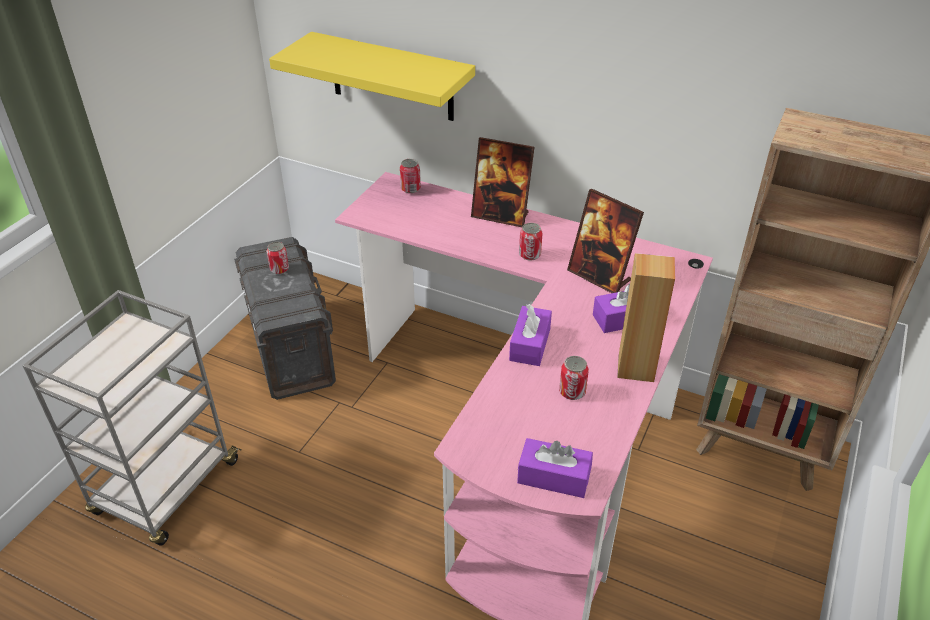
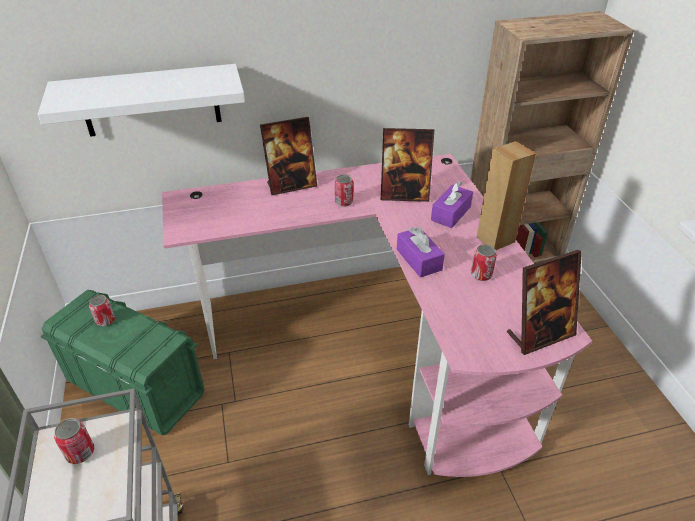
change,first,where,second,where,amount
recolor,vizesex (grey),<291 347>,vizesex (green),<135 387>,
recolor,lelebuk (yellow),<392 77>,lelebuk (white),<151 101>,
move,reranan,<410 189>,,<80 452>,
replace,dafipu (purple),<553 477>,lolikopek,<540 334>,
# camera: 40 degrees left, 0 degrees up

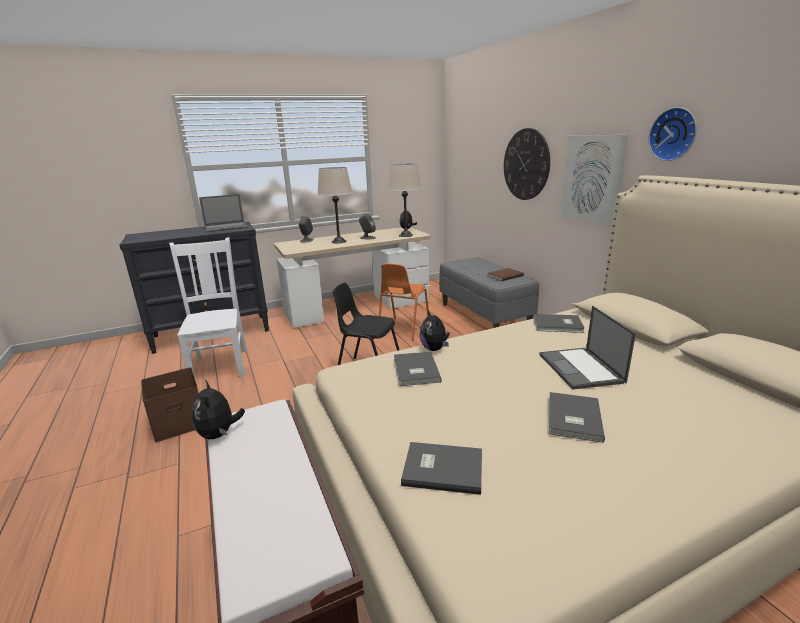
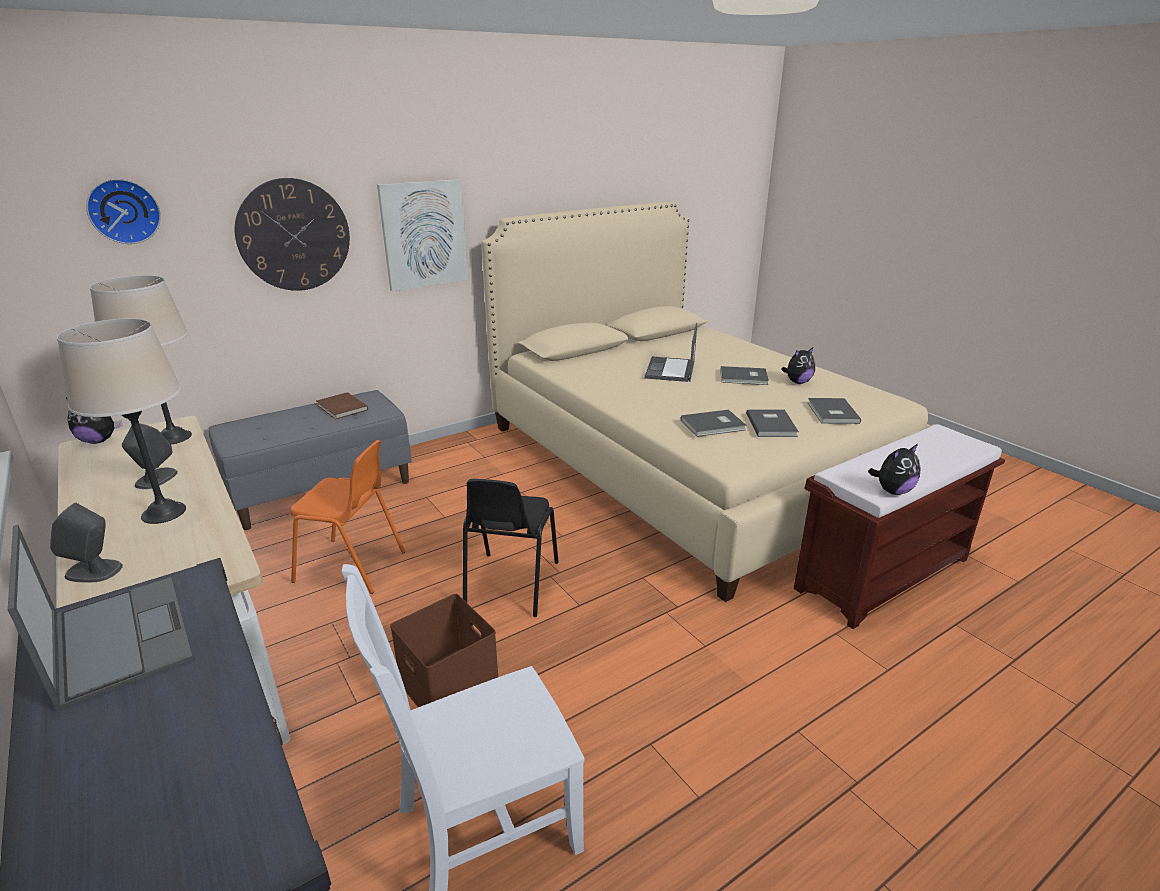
change,first,where,second,where,amount
move,vizesex (brown),<180 421>,,<446 685>,
move,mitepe,<434 349>,,<797 382>,
move,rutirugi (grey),<558 325>,,<772 425>,
rotate,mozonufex,<581 368>,,<670 370>,120 degrees clockwise
move,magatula,<674 134>,,<124 211>,
# camera: 100 degrees left, 5 degrees up

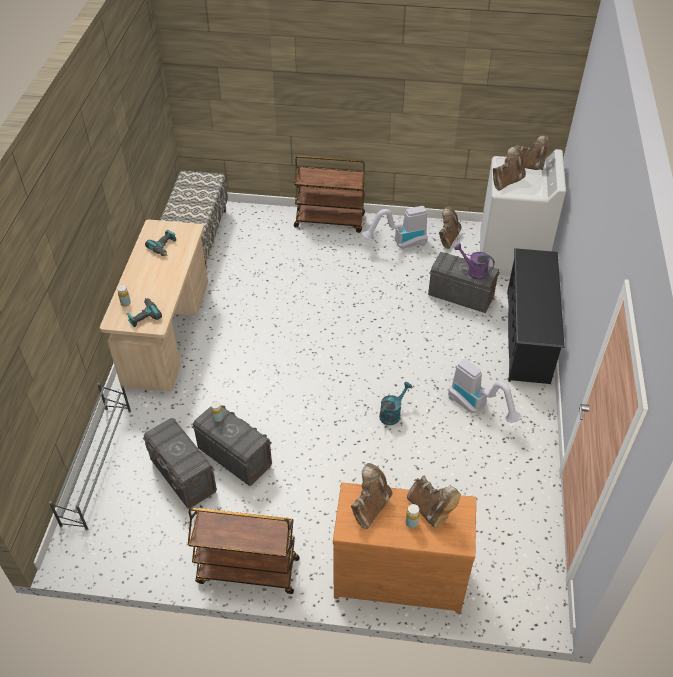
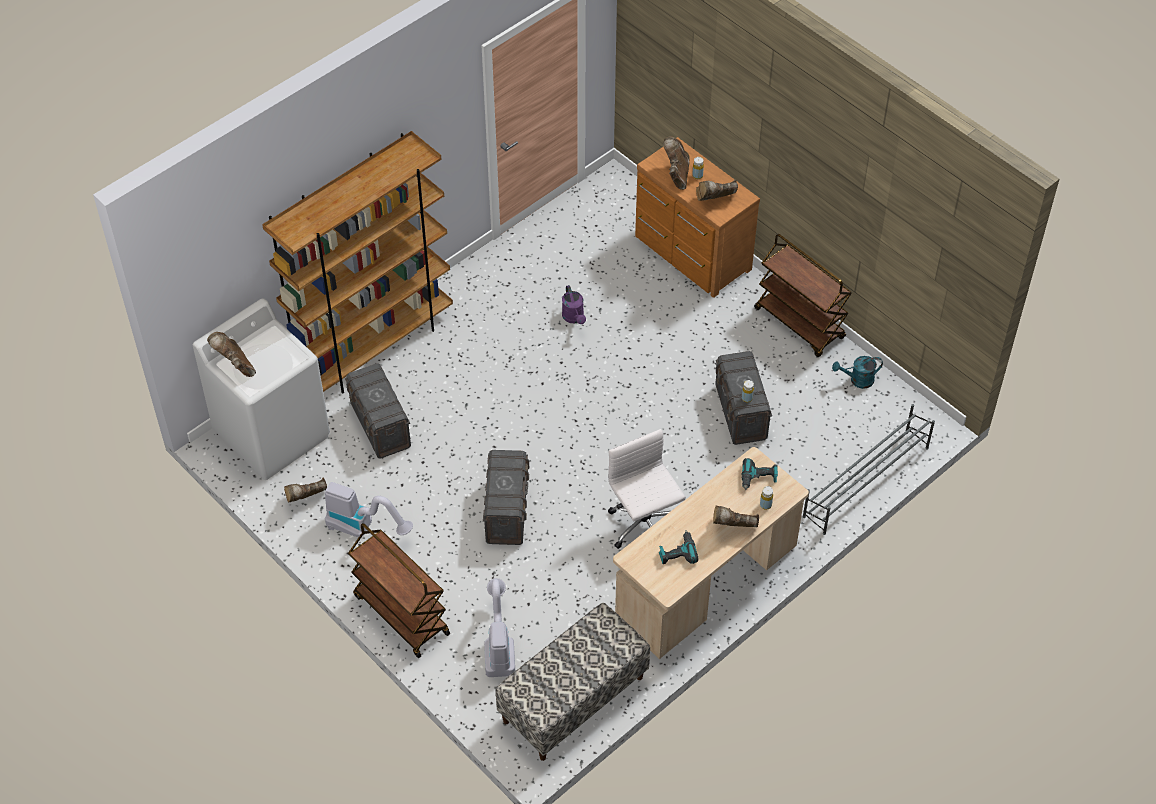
change,first,where,second,where,amount
move,vizesex (grey),<183 476>,,<507 511>,
move,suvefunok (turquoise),<392 413>,,<857 380>,
move,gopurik,<478 408>,,<498 644>,
move,suvefunok (purple),<473 271>,,<574 318>,
move,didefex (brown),<507 181>,,<733 528>,
replace,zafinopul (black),<527 336>,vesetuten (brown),<374 347>,
insert,,,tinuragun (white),<644 525>,
# camera: 140 degrees left, 5 degrees up

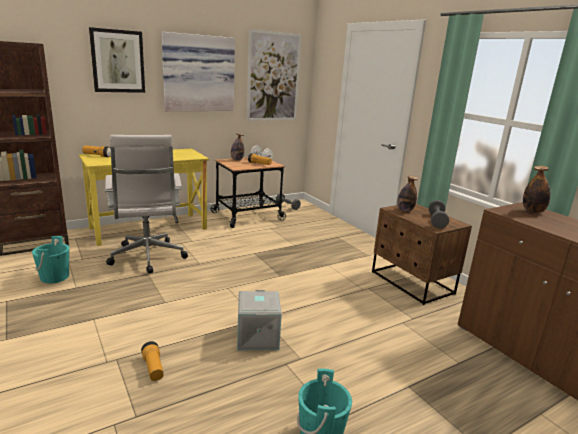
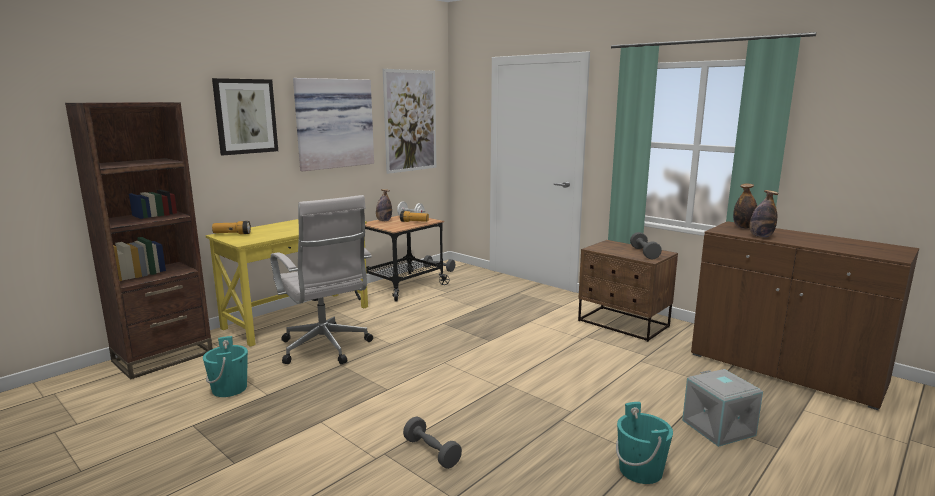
change,first,where,second,where,amount
replace,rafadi,<153 368>,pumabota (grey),<431 452>,
move,vizesex (grey),<256 337>,,<717 428>,
move,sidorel,<404 210>,,<760 236>,
# camera: 15 degrees left, 5 degrees down

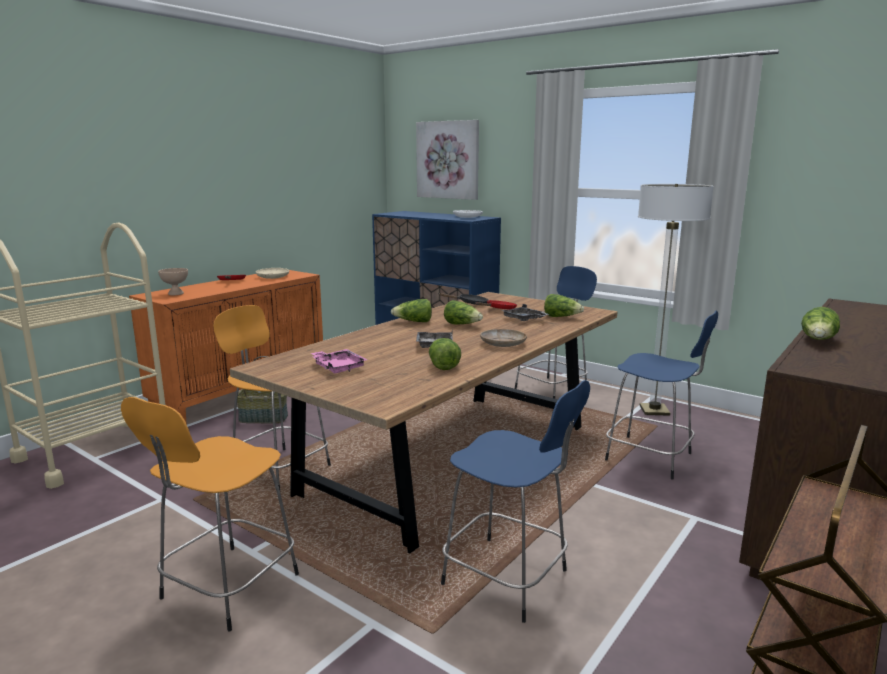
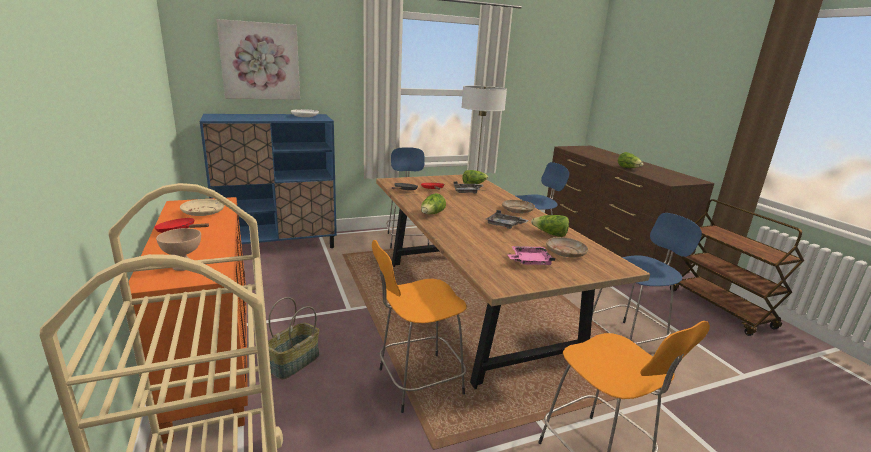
change,first,where,second,where,amount
delete,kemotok,<462 325>,,,
insert,,,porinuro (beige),<565 252>,
# camera: 60 degrees left, 5 degrees up

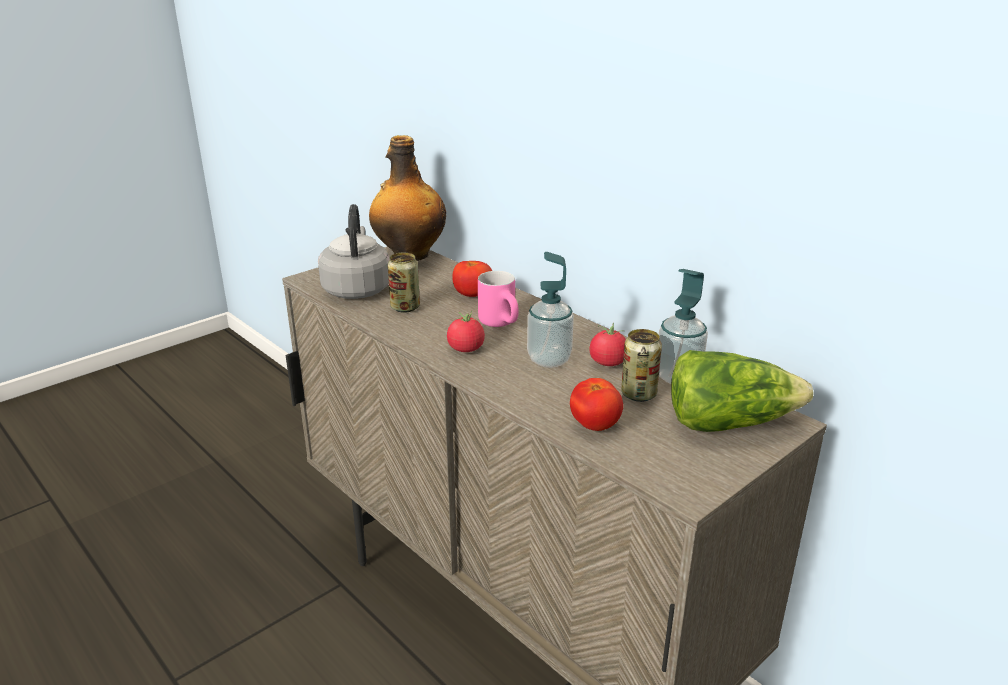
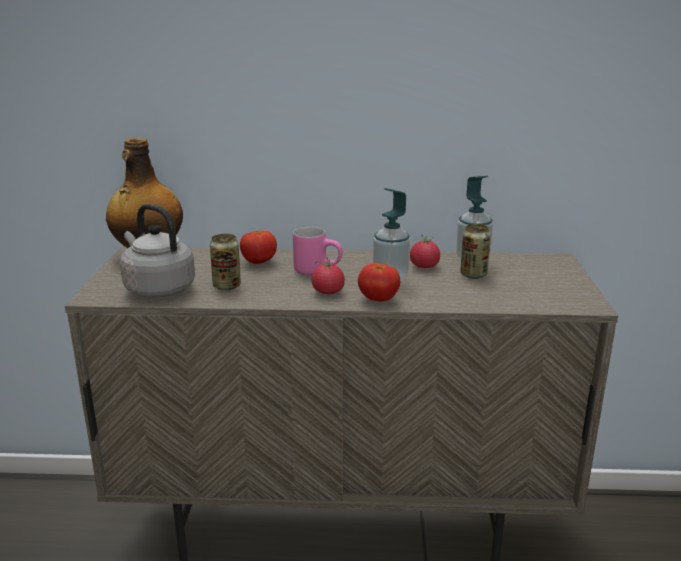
change,first,where,second,where,amount
move,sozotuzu,<595 425>,,<378 299>,
delete,kemotok,<728 422>,,,
# camera: 45 degrees left, 5 degrees down

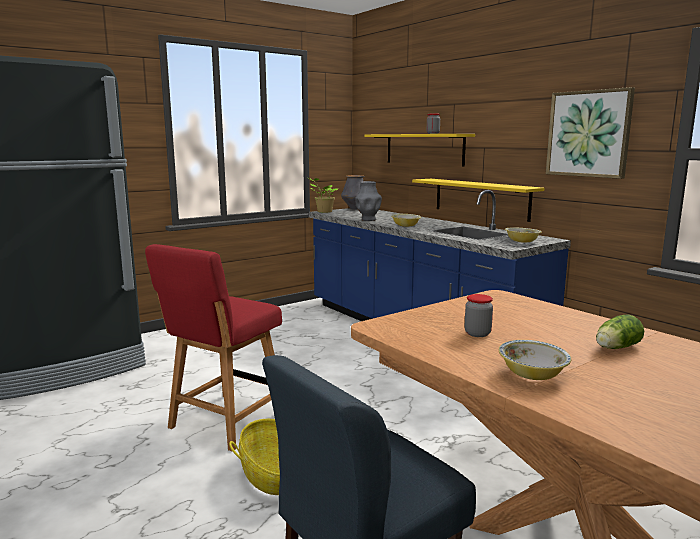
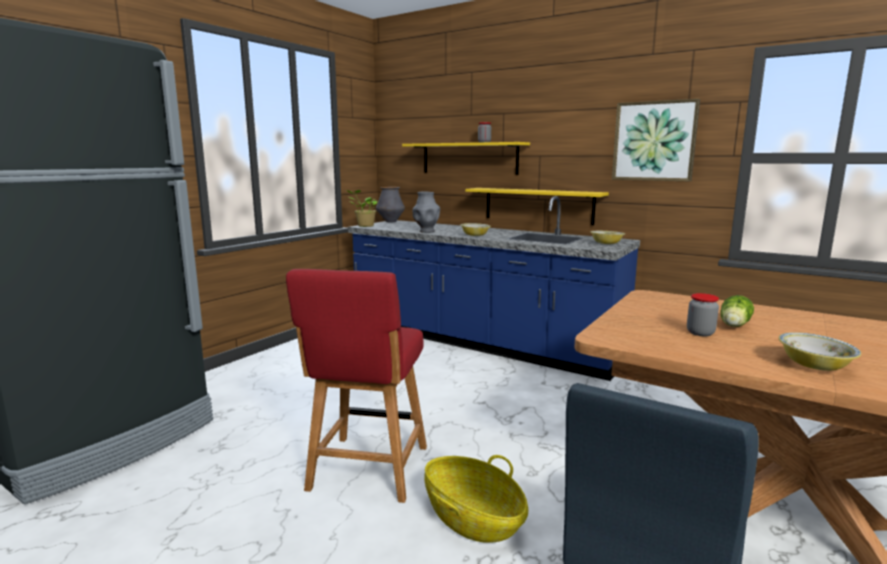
change,first,where,second,where,amount
move,kemotok,<615 348>,,<733 326>,
# camera: 20 degrees left, 0 degrees up

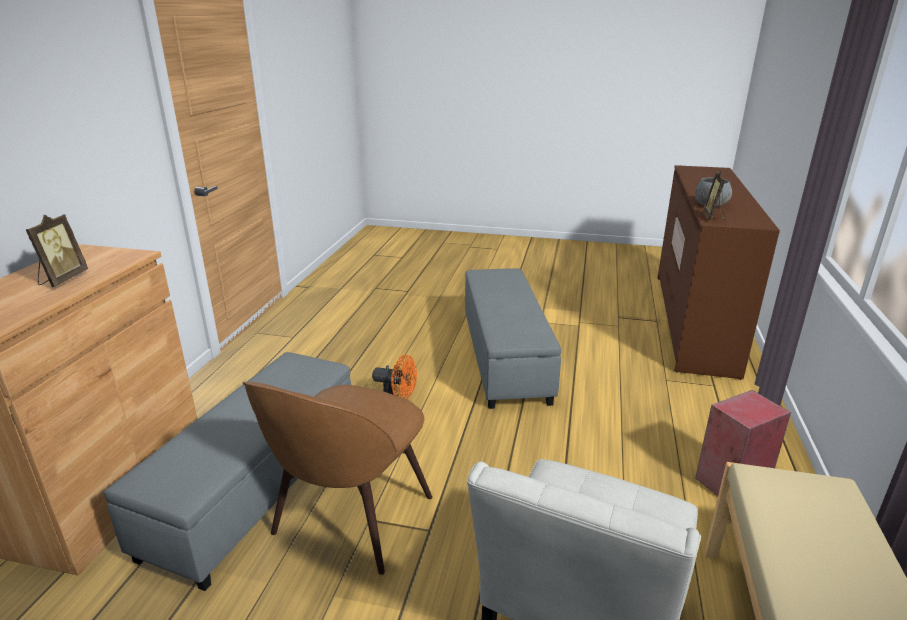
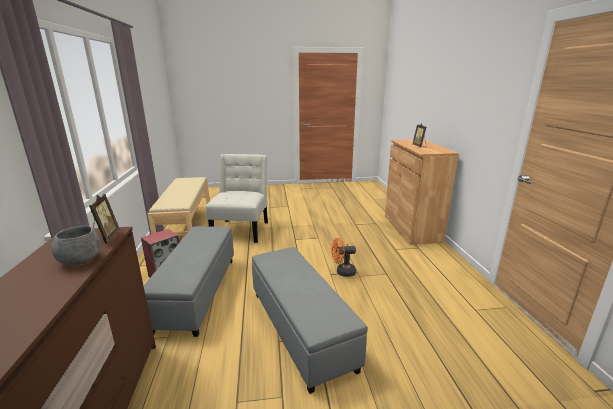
change,first,where,second,where,amount
move,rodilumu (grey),<255 486>,,<198 292>,
delete,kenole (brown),<350 519>,,,
# camera: 160 degrees right, 5 degrees down

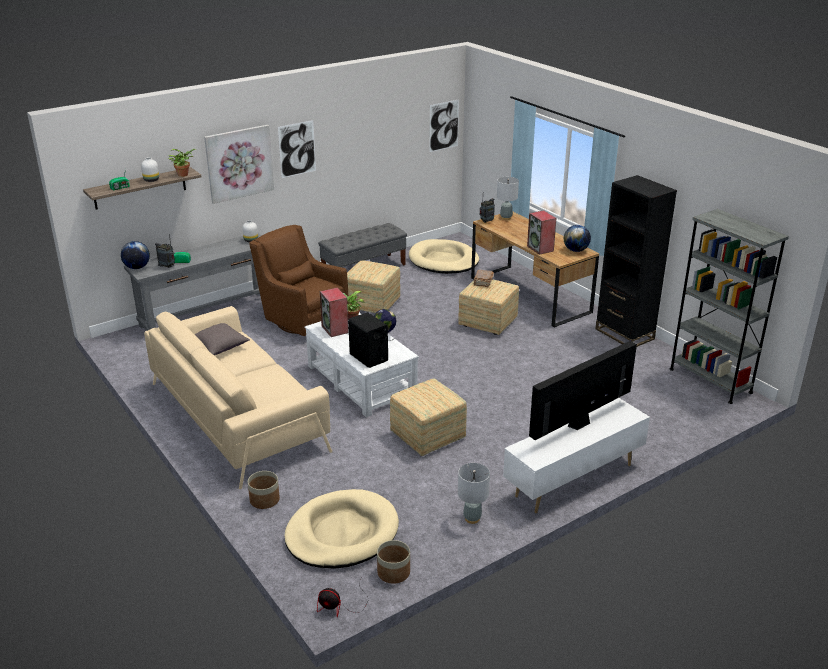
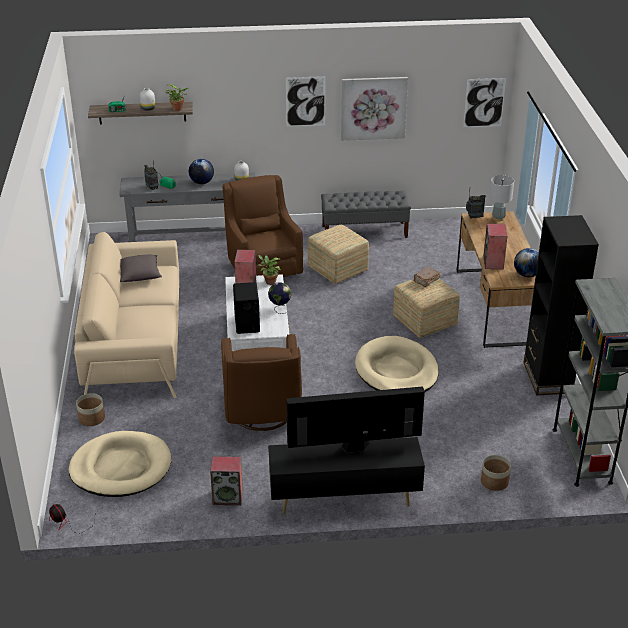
change,first,where,second,where,amount
move,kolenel,<137 267>,,<202 182>,
move,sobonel,<239 163>,,<373 108>,
move,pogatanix,<394 572>,,<494 482>,
replace,rodilumu,<427 436>,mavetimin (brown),<262 413>,
move,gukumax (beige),<443 260>,,<396 370>,
replace,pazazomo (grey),<472 518>,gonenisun,<228 497>,
recolor,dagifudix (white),<573 480>,dagifudix (black),<344 499>,
# camera: 30 degrees right, 5 degrees up

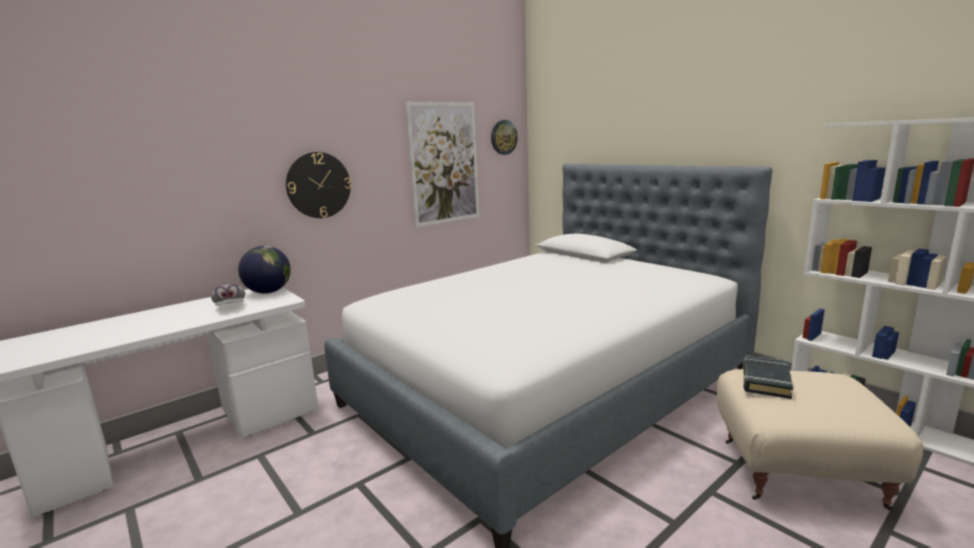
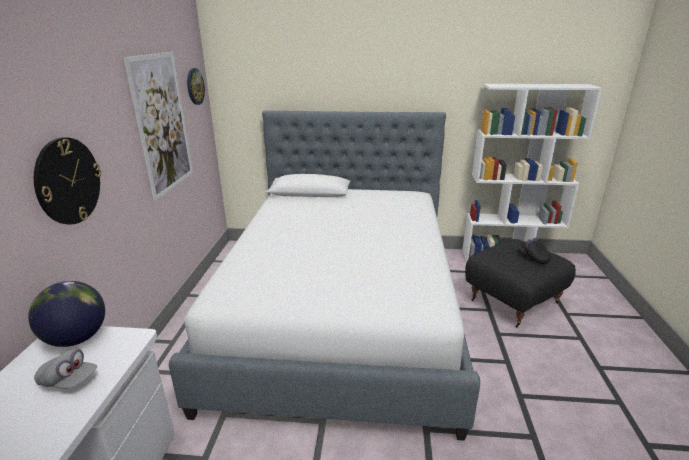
change,first,where,second,where,amount
recolor,rodilumu (beige),<799 472>,rodilumu (black),<514 301>,
delete,rutirugi (black),<765 381>,,,
insert,,,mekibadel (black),<533 257>,
# camera: 45 degrees left, 10 degrees up

